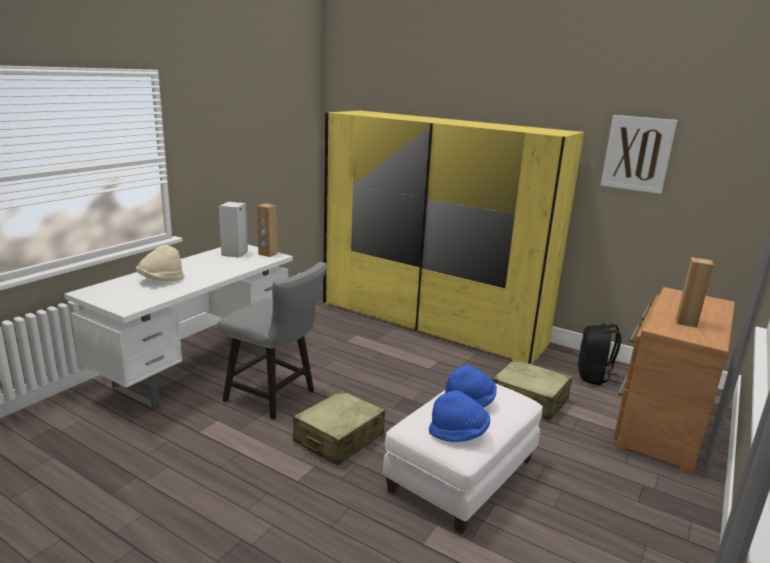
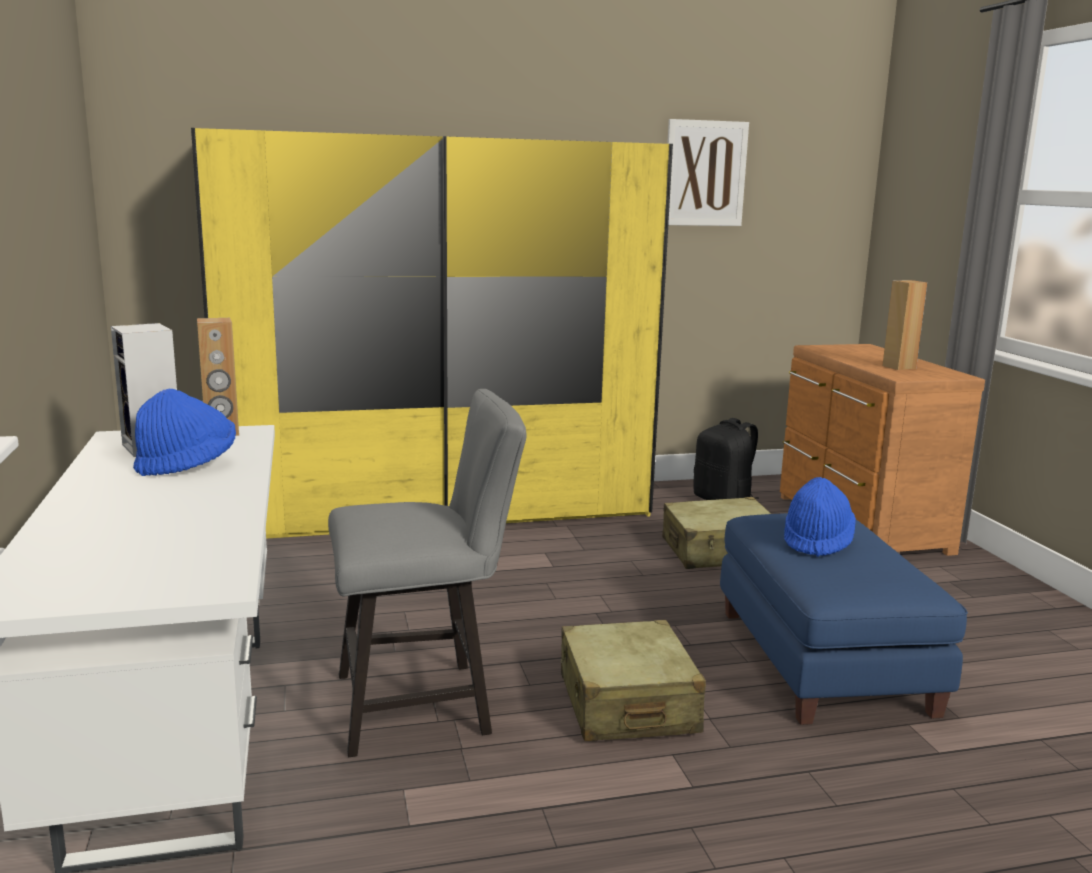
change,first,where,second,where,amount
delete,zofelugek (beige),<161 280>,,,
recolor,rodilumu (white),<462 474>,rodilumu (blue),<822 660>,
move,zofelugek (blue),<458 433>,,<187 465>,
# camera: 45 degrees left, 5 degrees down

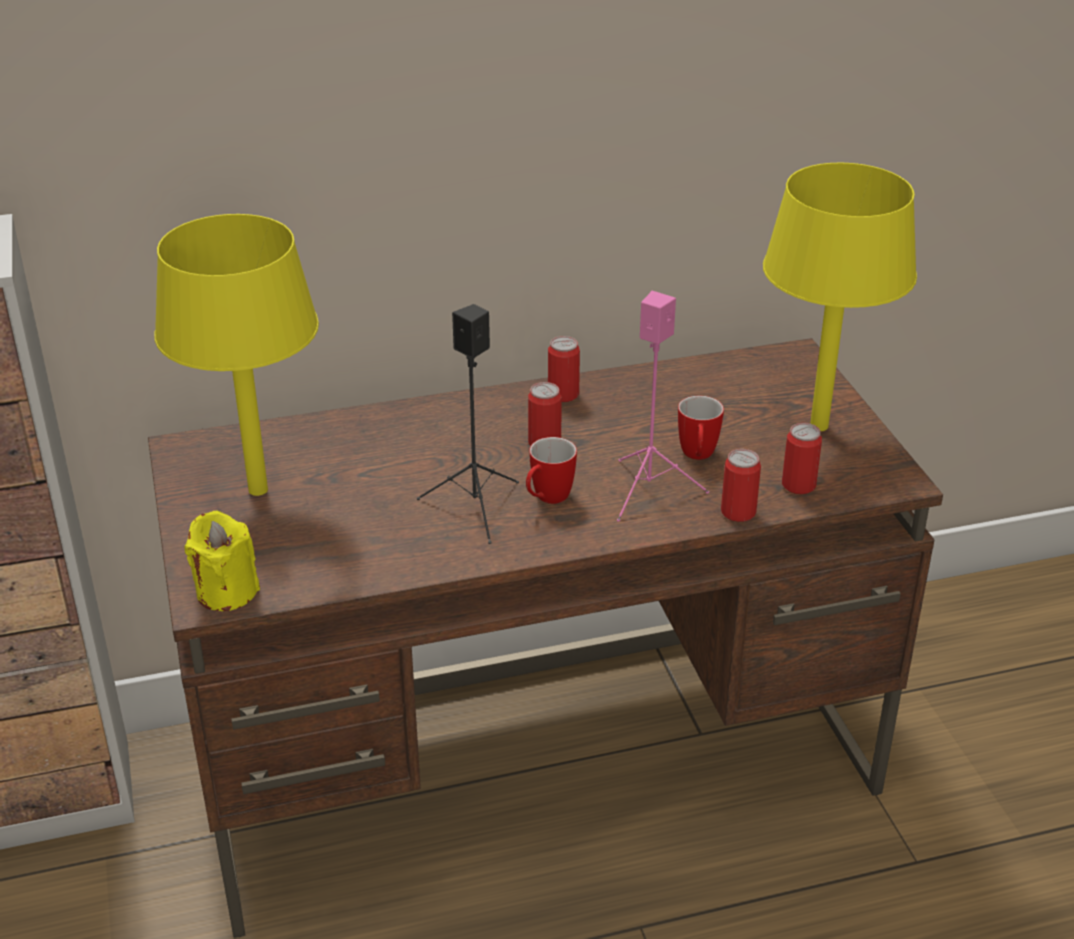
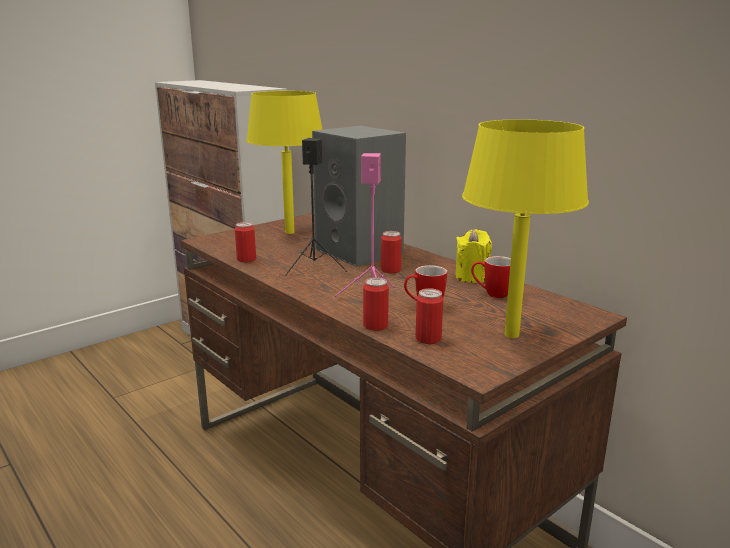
change,first,where,second,where,amount
move,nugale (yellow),<226 592>,,<471 277>,
move,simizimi,<547 499>,,<491 294>,
move,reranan,<563 394>,,<246 259>,
insert,,,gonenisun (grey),<361 252>,
# camera: 65 degrees right, 15 degrees down

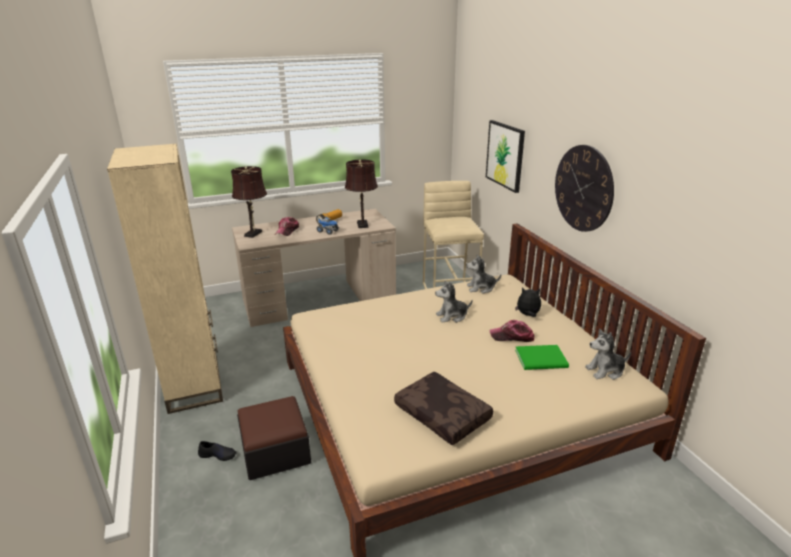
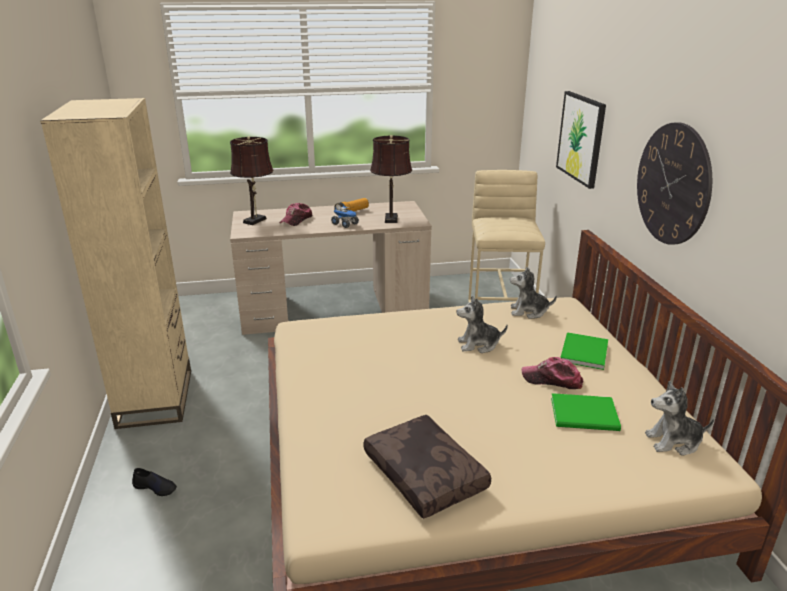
change,first,where,second,where,amount
delete,rodilumu,<275 451>,,,
replace,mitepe,<527 315>,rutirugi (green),<582 353>,
# camera: 10 degrees right, 0 degrees up

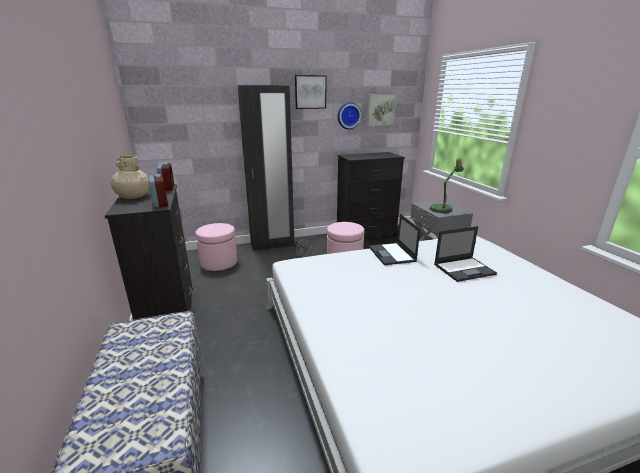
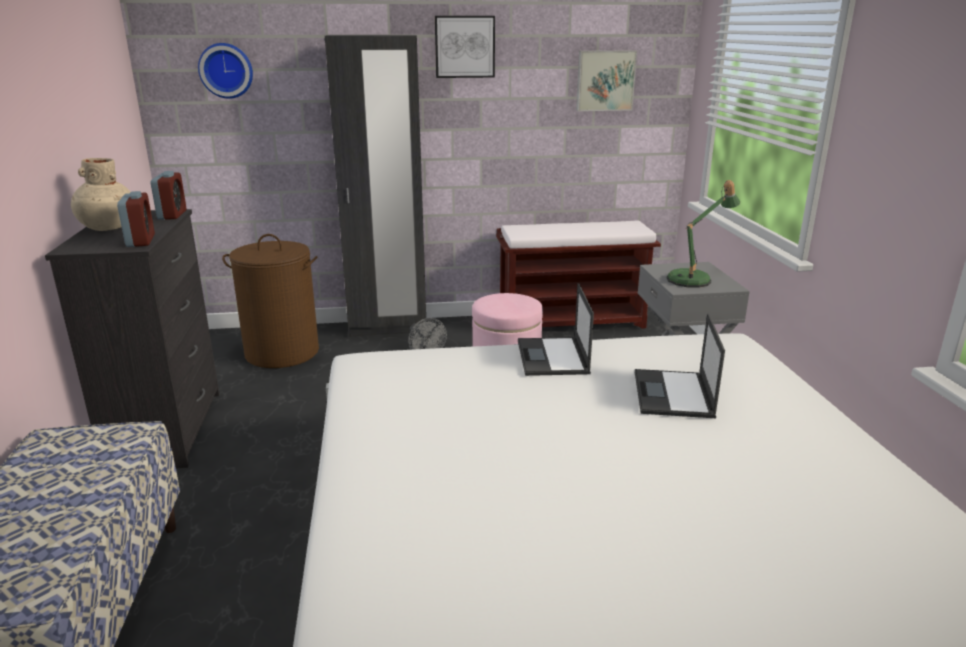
change,first,where,second,where,amount
replace,rodilumu (pink),<219 262>,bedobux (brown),<281 353>,
replace,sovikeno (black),<366 234>,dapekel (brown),<572 321>,
move,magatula,<348 115>,,<226 70>,
rotate,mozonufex,<464 269>,,<673 395>,105 degrees clockwise
# camera: 10 degrees right, 0 degrees up

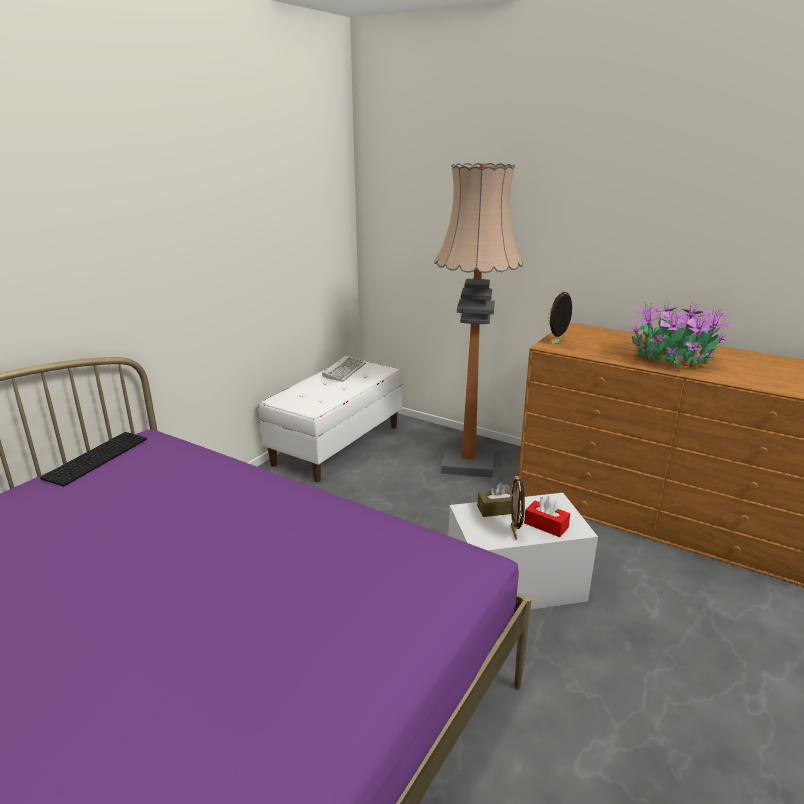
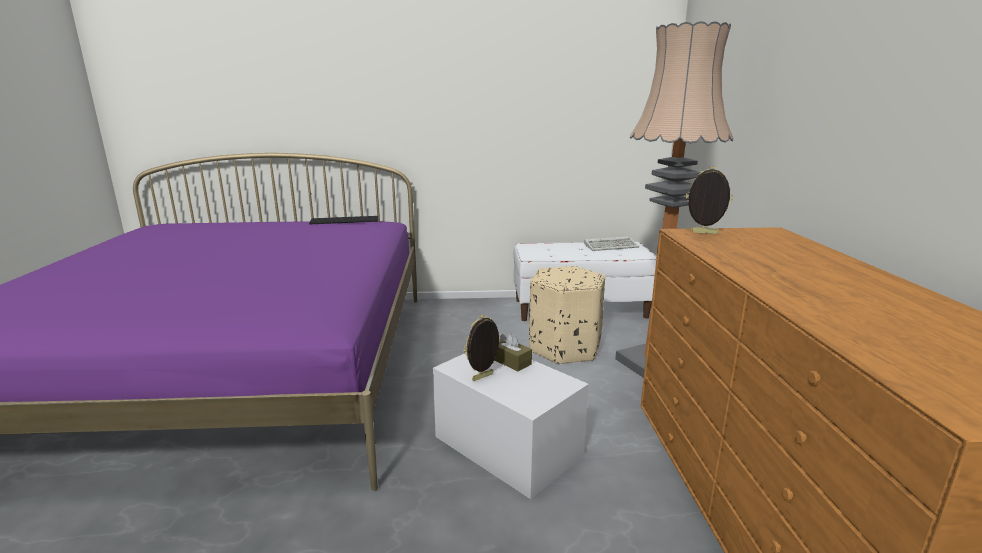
change,first,where,second,where,amount
delete,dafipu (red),<546 525>,,,
delete,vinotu,<674 361>,,,
insert,,,rodilumu (beige),<564 348>,
# camera: 55 degrees right, 5 degrees down

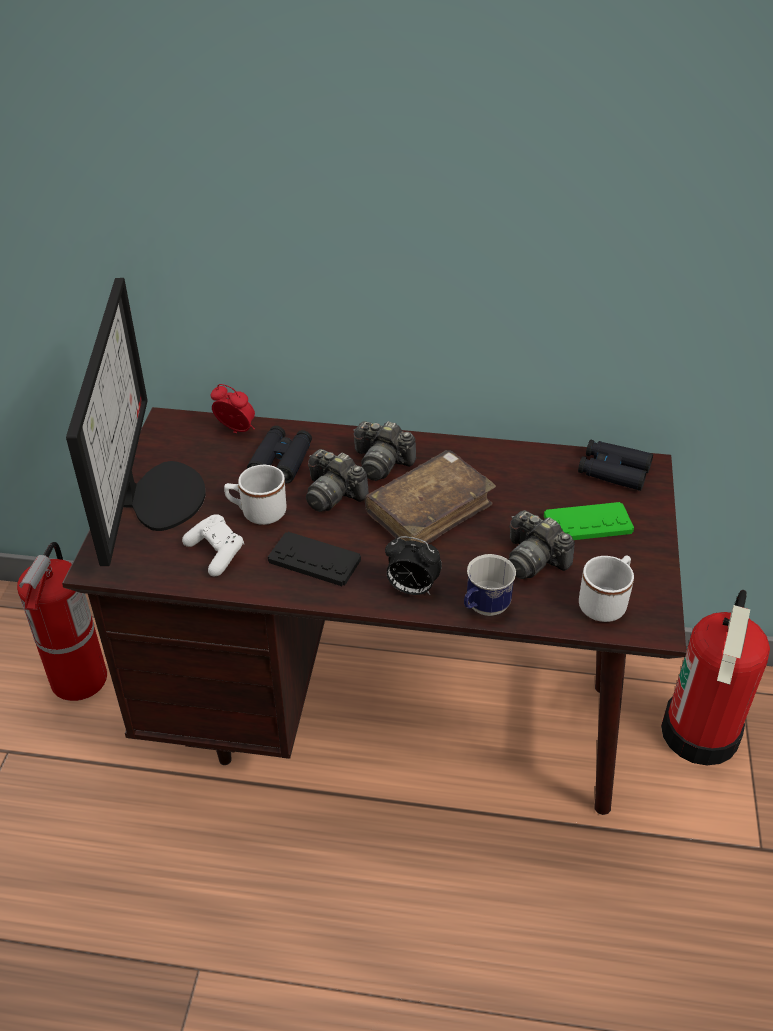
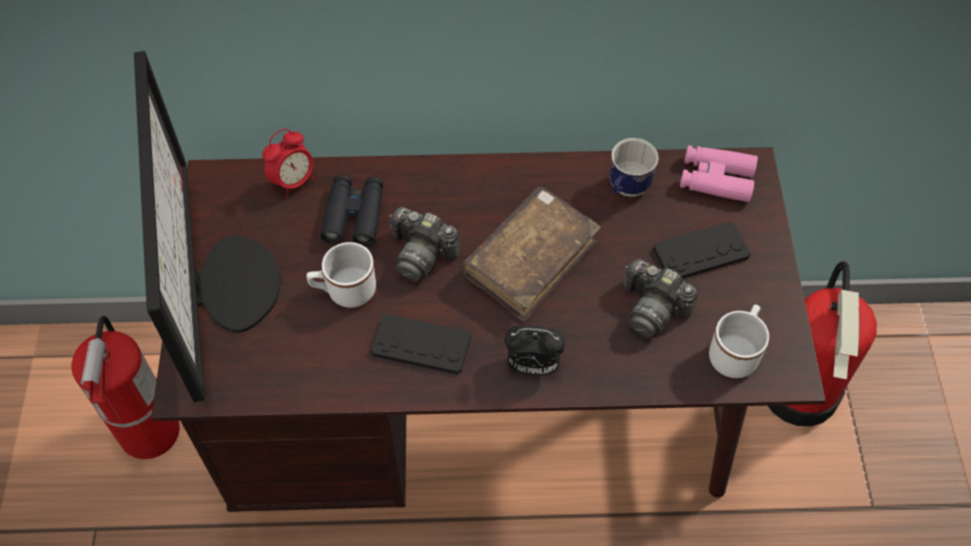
change,first,where,second,where,amount
delete,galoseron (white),<216 553>,,,
rotate,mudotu,<236 431>,,<293 181>,120 degrees clockwise
delete,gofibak,<381 463>,,,
move,simizimi,<483 609>,,<626 189>,
recolor,galoseron (green),<588 523>,galoseron (black),<701 253>,
recolor,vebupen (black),<613 471>,vebupen (pink),<716 179>,
# camera: 10 degrees left, 15 degrees up

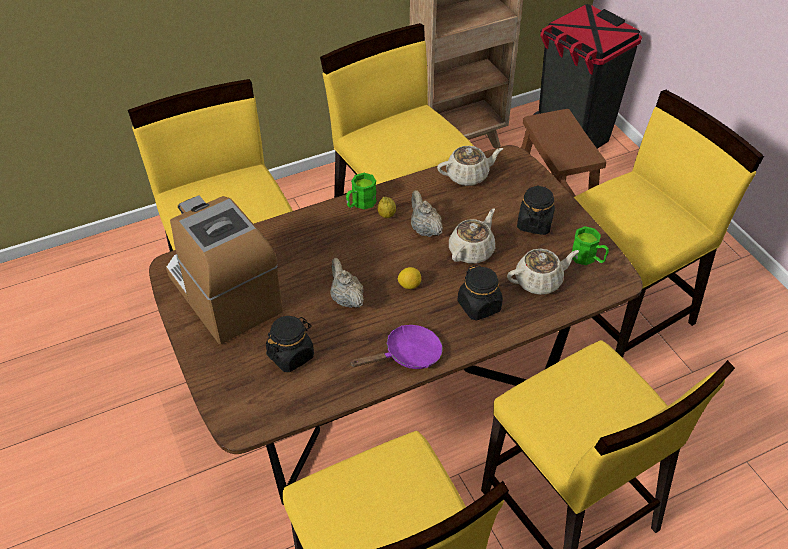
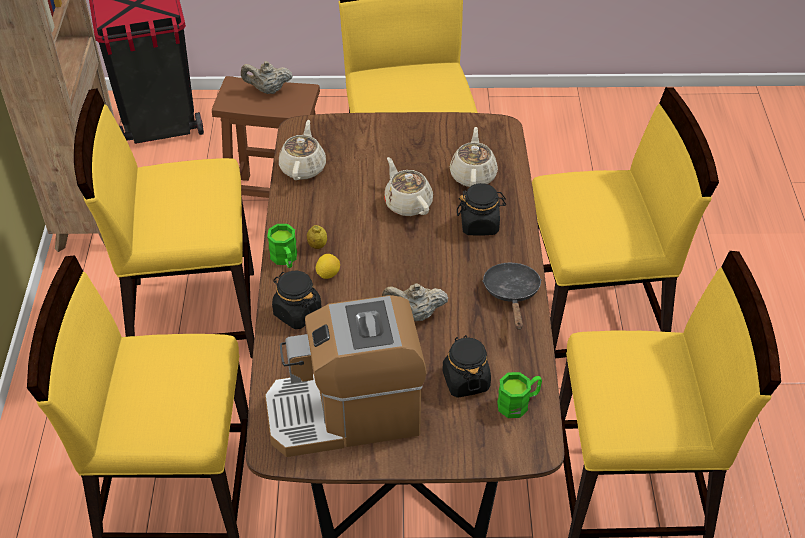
change,first,where,second,where,amount
recolor,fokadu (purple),<407 355>,fokadu (black),<512 294>,
move,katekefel,<409 285>,,<328 274>,
move,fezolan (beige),<424 229>,,<268 90>,
move,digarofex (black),<534 223>,,<297 313>,
move,simizimi (green),<588 258>,,<518 403>,
# camera: 65 degrees left, 0 degrees up

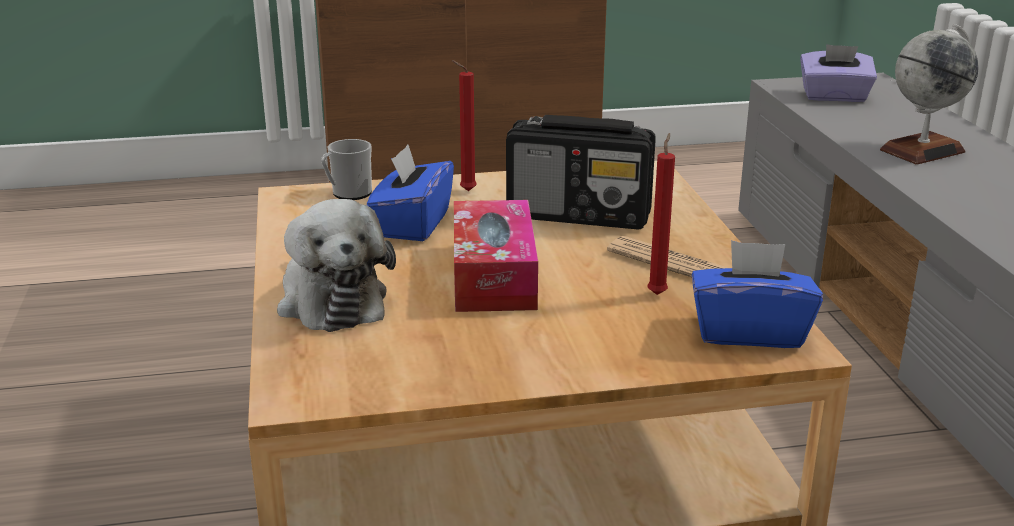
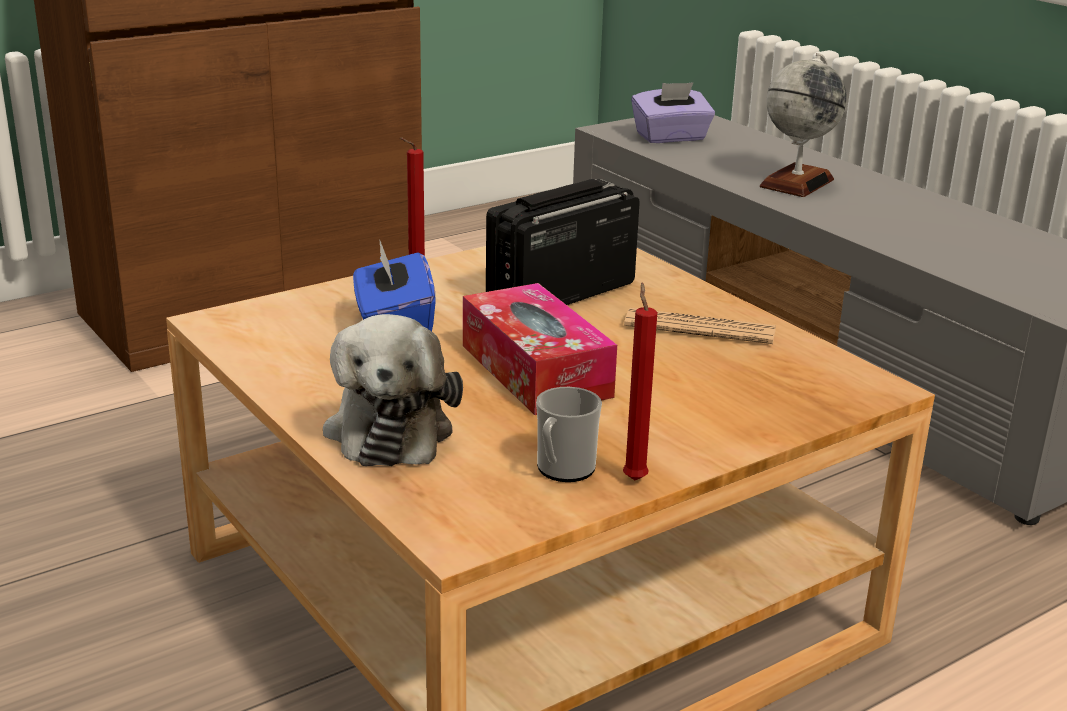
change,first,where,second,where,amount
rotate,mitepe,<331 300>,,<390 428>,45 degrees clockwise
move,simizimi,<348 194>,,<562 470>,
rotate,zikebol,<580 215>,,<559 294>,150 degrees clockwise
move,nugale (red),<657 293>,,<634 478>,
delete,dafipu (blue),<749 332>,,,
# camera: 25 degrees left, 0 degrees up

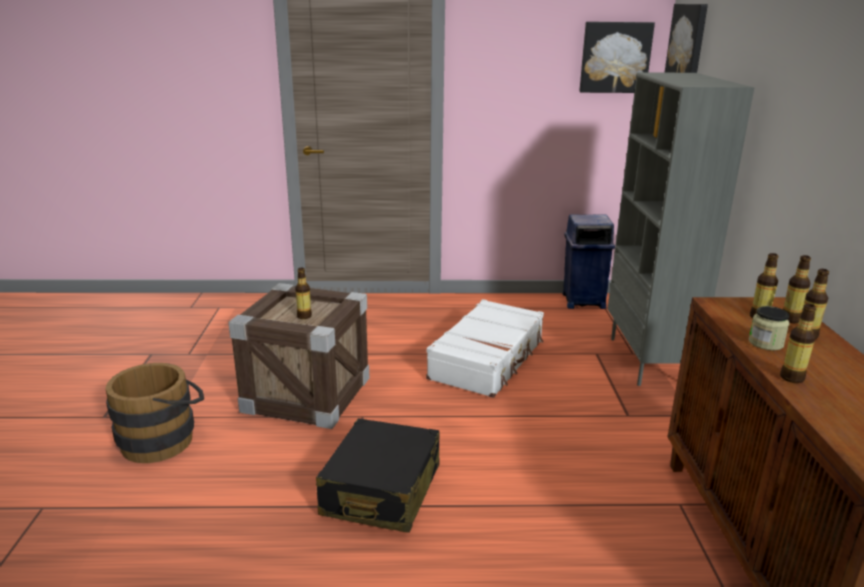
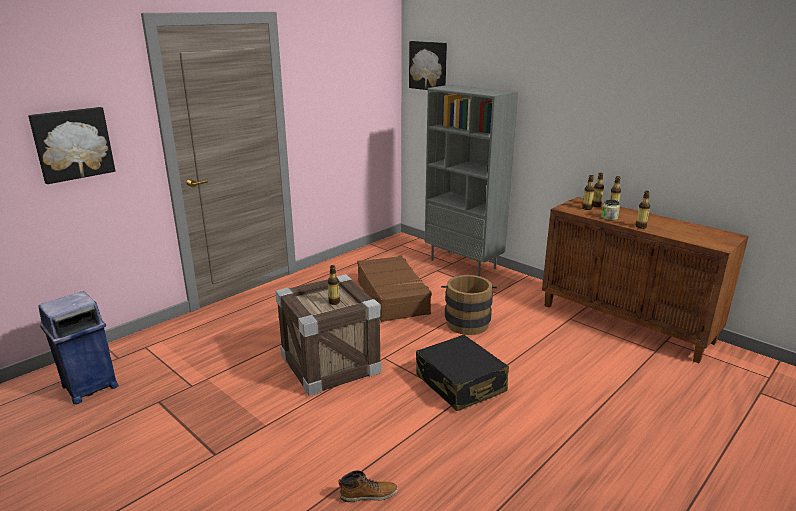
change,first,where,second,where,amount
move,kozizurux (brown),<164 439>,,<466 321>,
recolor,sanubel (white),<488 360>,sanubel (brown),<393 297>,
move,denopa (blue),<582 301>,,<88 387>,
move,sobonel,<615 57>,,<72 144>,
insert,,,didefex,<368 494>,
# camera: 45 degrees left, 0 degrees up

